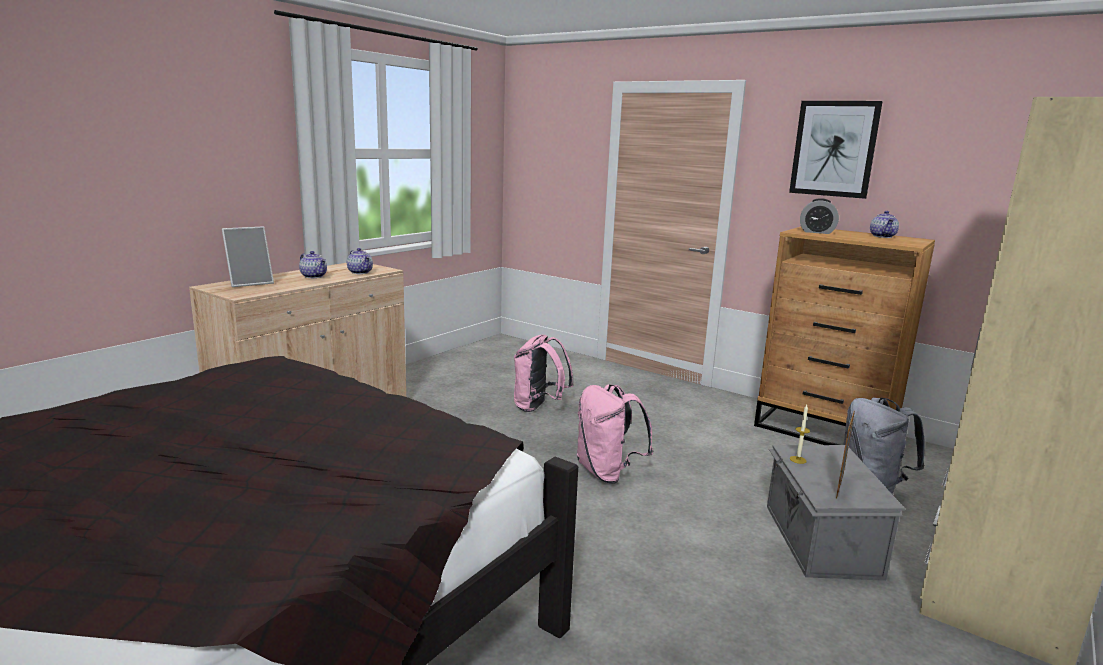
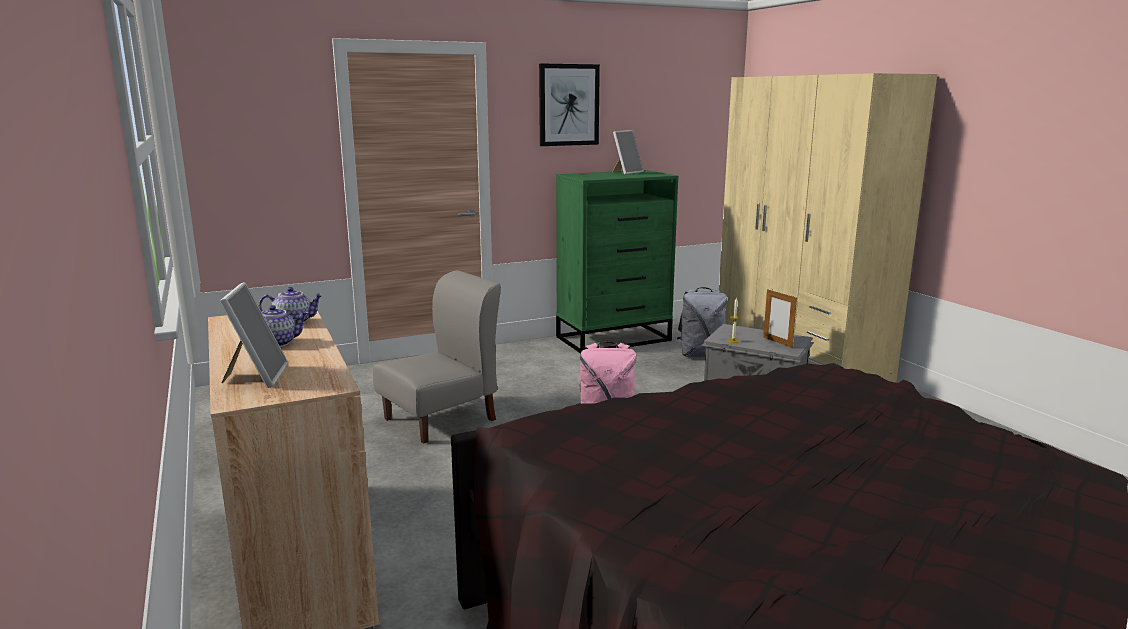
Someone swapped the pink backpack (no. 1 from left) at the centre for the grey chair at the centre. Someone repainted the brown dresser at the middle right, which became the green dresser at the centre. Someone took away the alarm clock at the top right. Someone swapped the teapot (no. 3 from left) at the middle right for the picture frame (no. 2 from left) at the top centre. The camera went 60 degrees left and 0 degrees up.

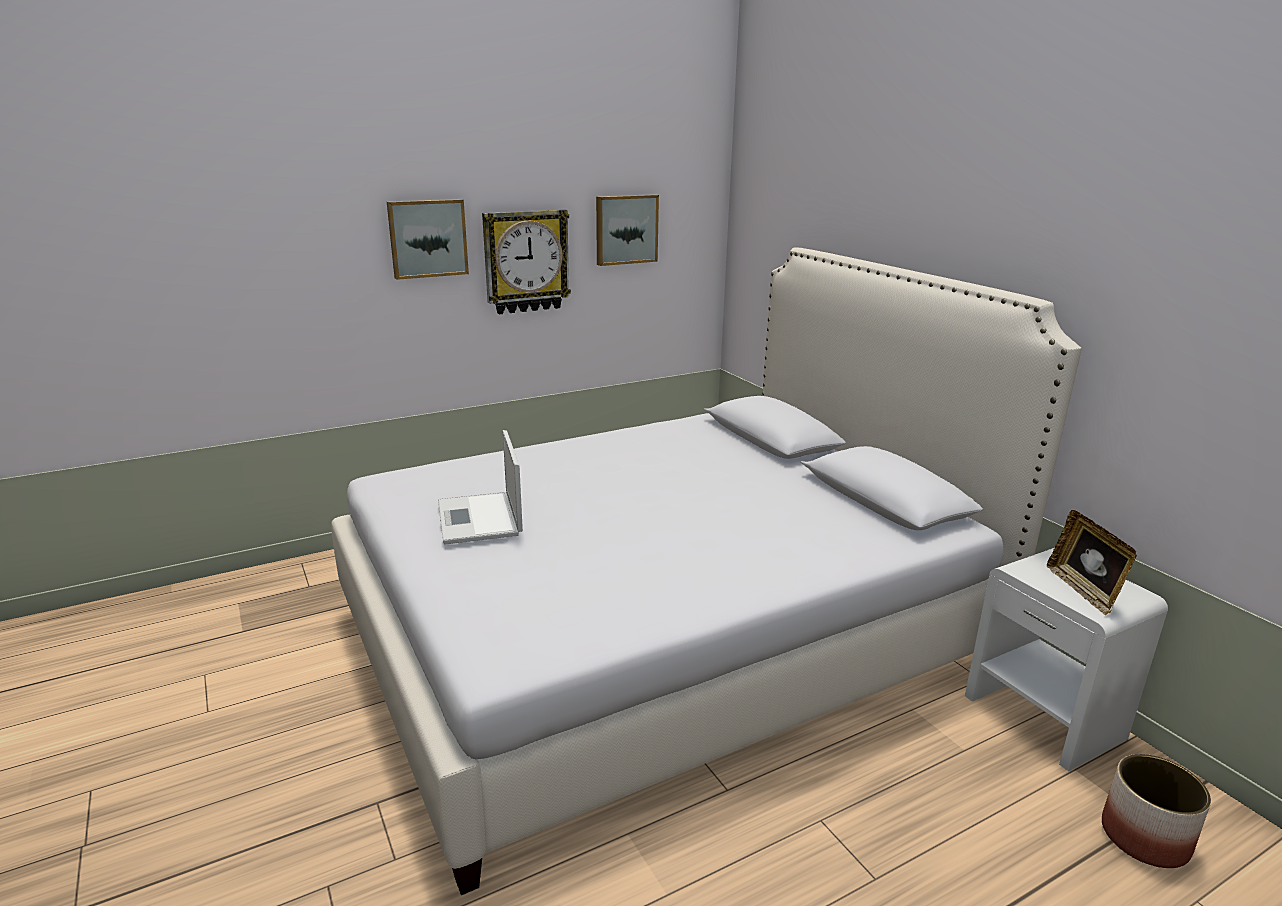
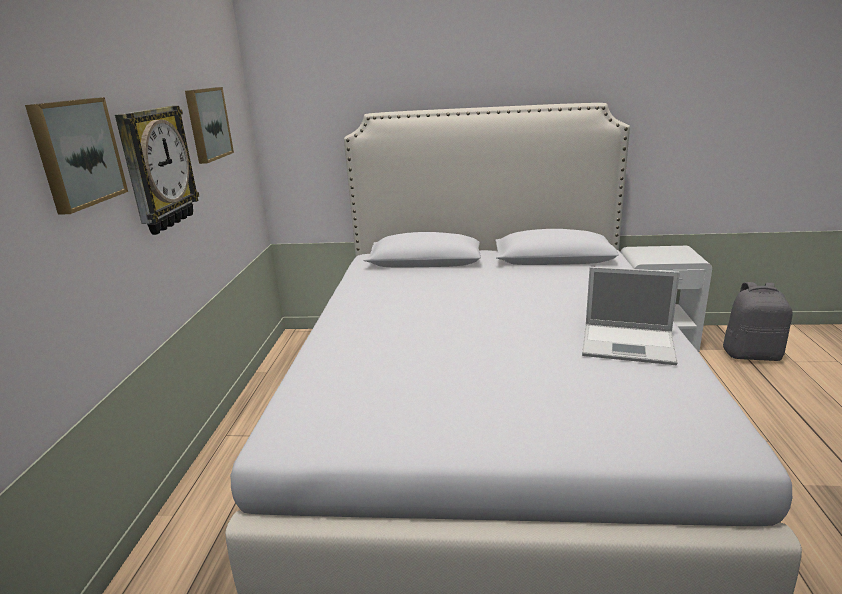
Someone carried the laptop from the centre to the middle right. Someone took away the picture frame at the middle right. Someone swapped the planter at the bottom right for the grey backpack at the middle right. The camera went 55 degrees left and 0 degrees up.

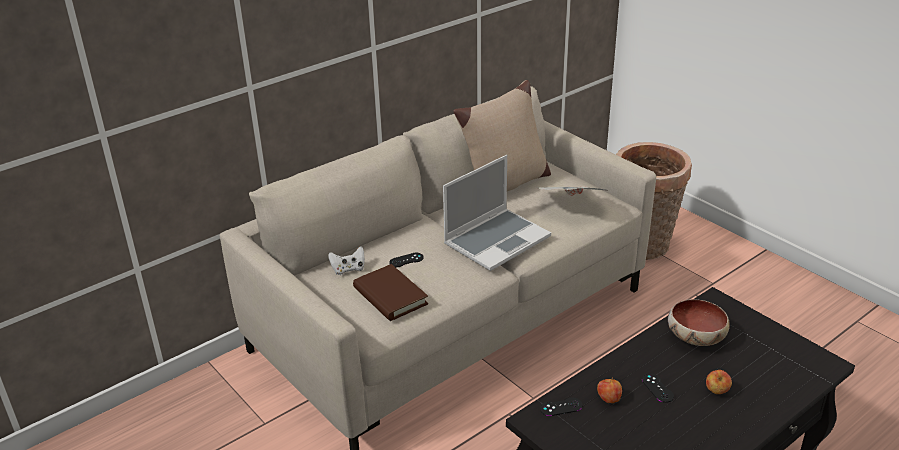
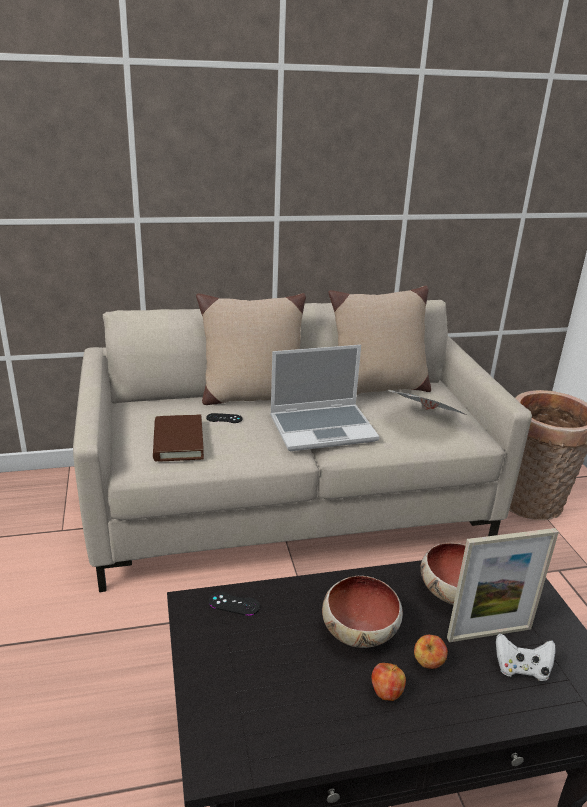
Someone carried the white game controller from the centre to the bottom right. Someone carried the apple (no. 1 from left) from the bottom right to the bottom centre. Someone swapped the black game controller (no. 3 from left) at the bottom right for the bowl (no. 1 from left) at the bottom centre. Someone put down the beige pillow (no. 1 from left) at the centre. Someone put down the picture frame at the bottom right. The camera went 25 degrees right and 5 degrees down.

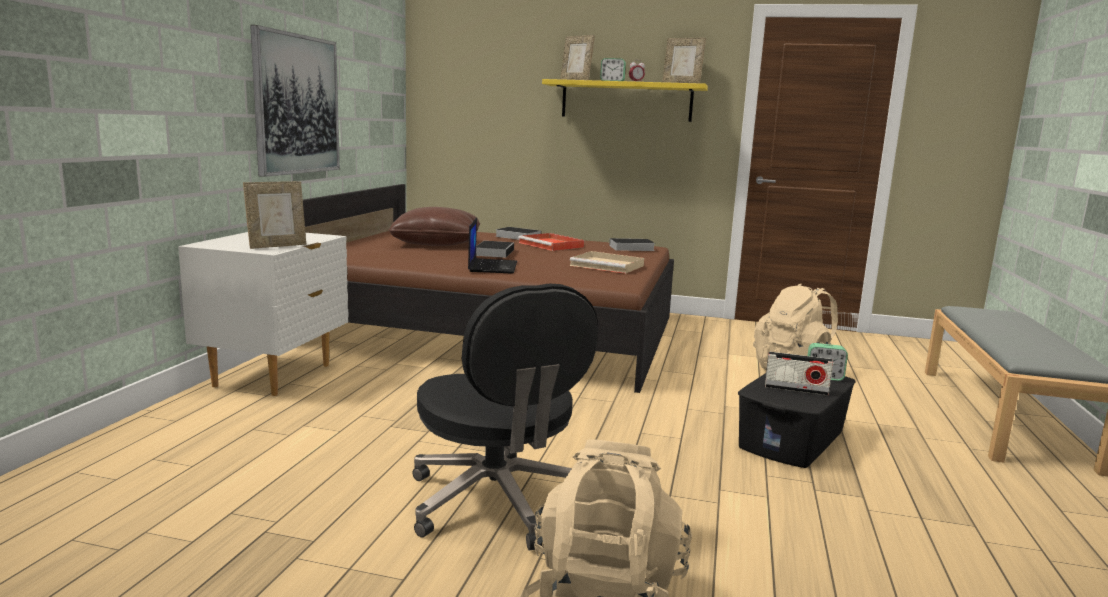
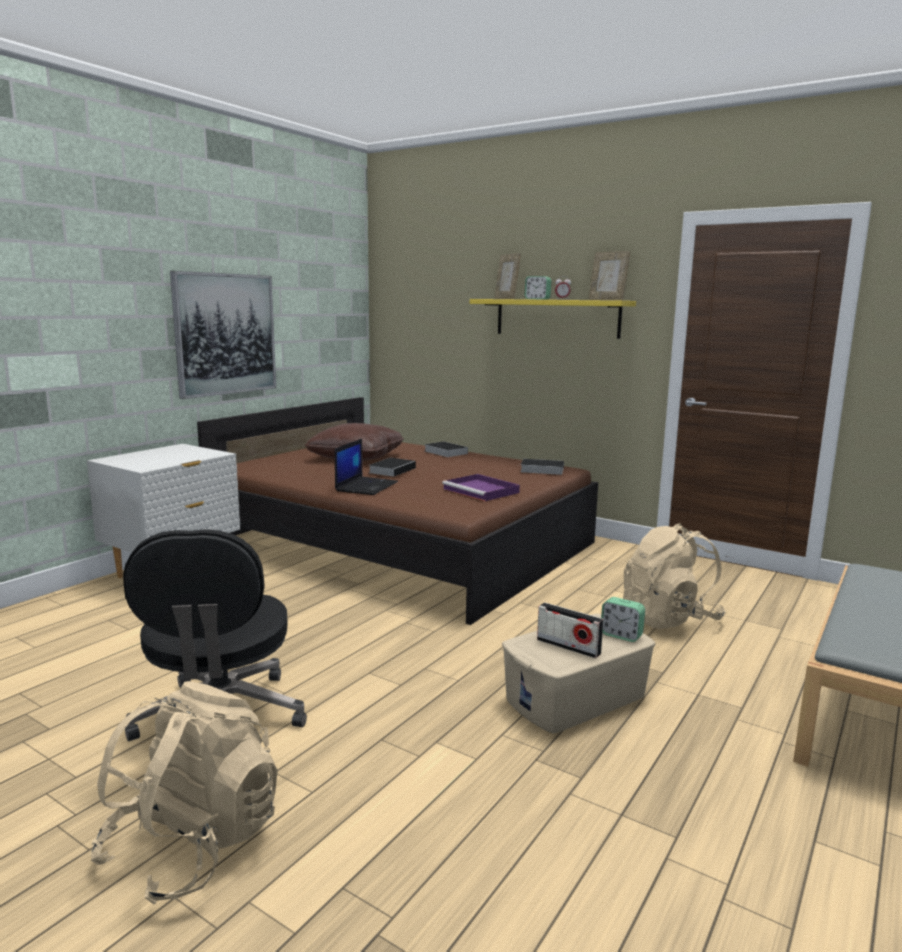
Someone took away the picture frame (no. 1 from left) at the middle left. Someone took away the red tray at the centre. Someone repainted the beige tray at the centre, which became the purple tray at the centre. Someone repainted the black storage box at the bottom right, which became the beige storage box at the bottom centre. The camera went 20 degrees right and 0 degrees up.

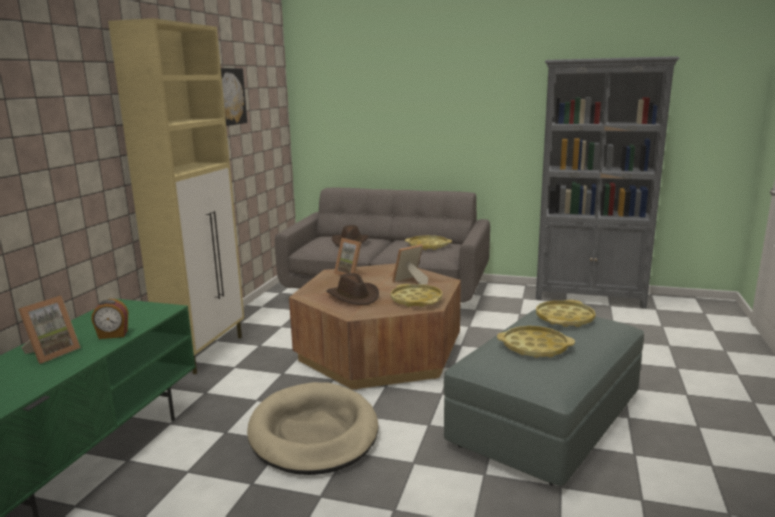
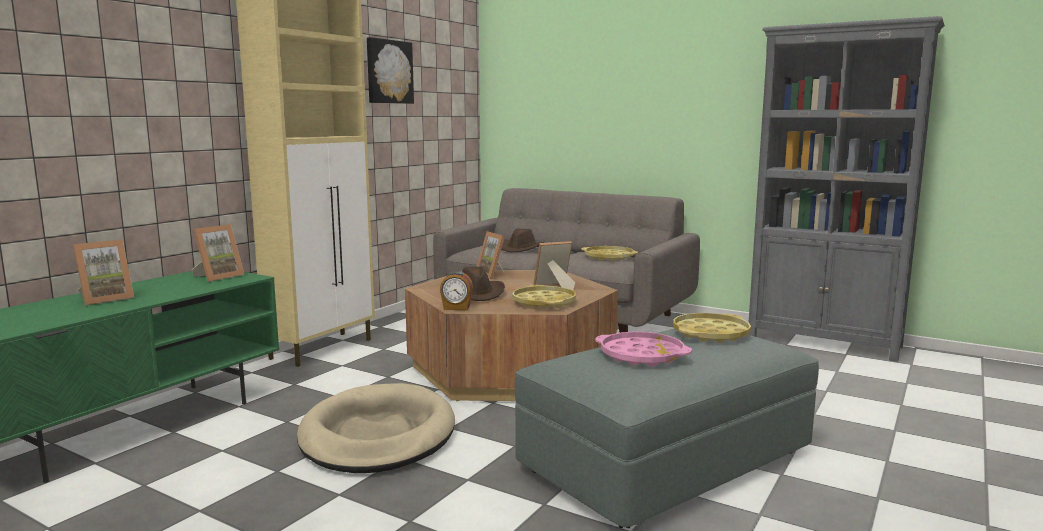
Someone carried the alarm clock from the middle left to the centre. Someone repainted the yellow tray (no. 3 from left) at the middle right, which became the pink tray at the centre. Someone put down the picture frame (no. 2 from left) at the middle left. The camera went 15 degrees right and 5 degrees down.

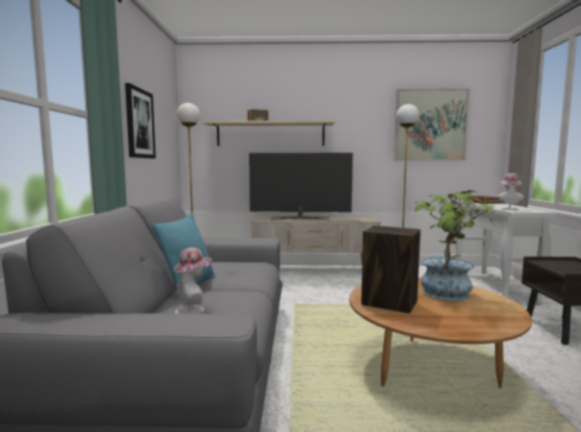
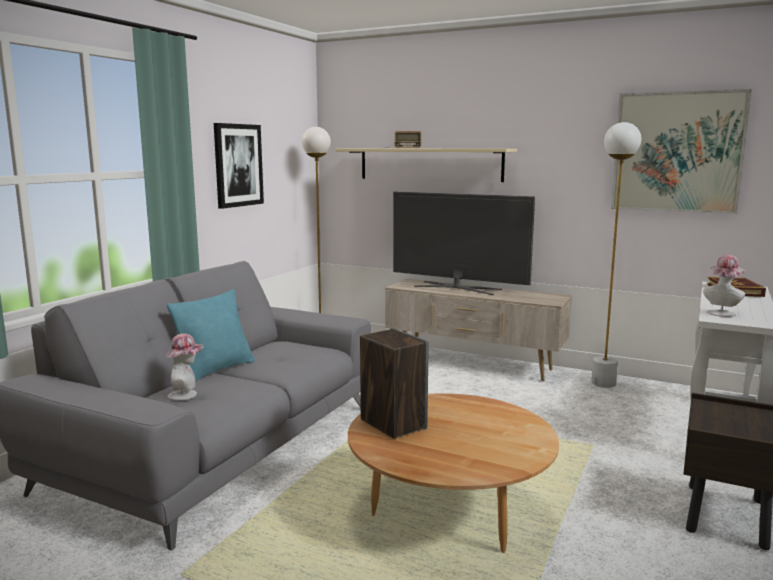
Someone took away the potted plant at the middle right. The camera went 25 degrees right and 5 degrees up.

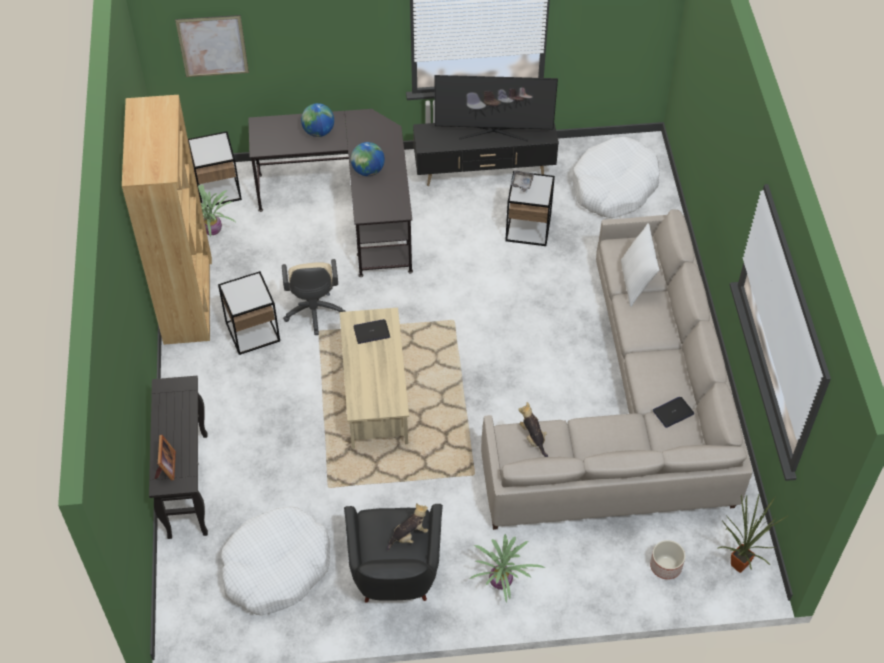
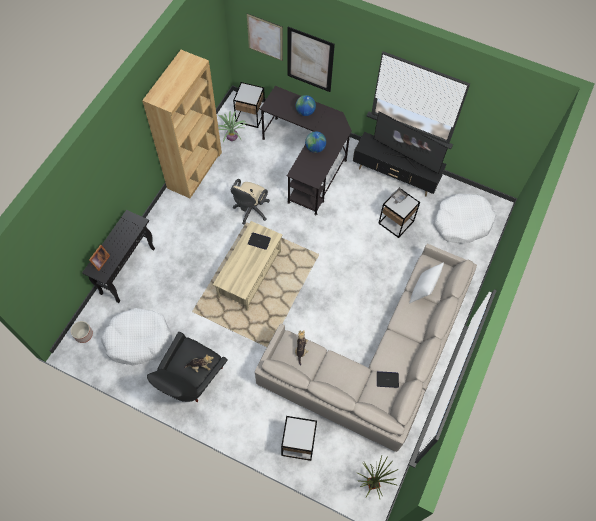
Someone carried the side table (no. 2 from left) from the middle left to the bottom centre. Someone took away the potted plant (no. 2 from left) at the bottom centre. Someone carried the planter from the bottom right to the middle left. Someone put up the picture (no. 2 from left) at the top centre. The camera went 30 degrees right and 10 degrees up.

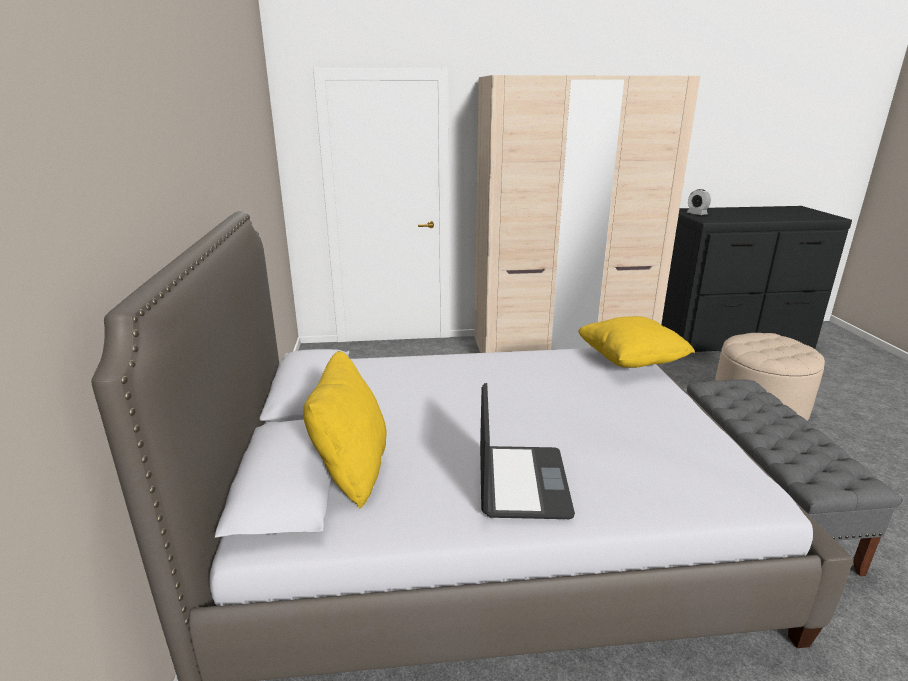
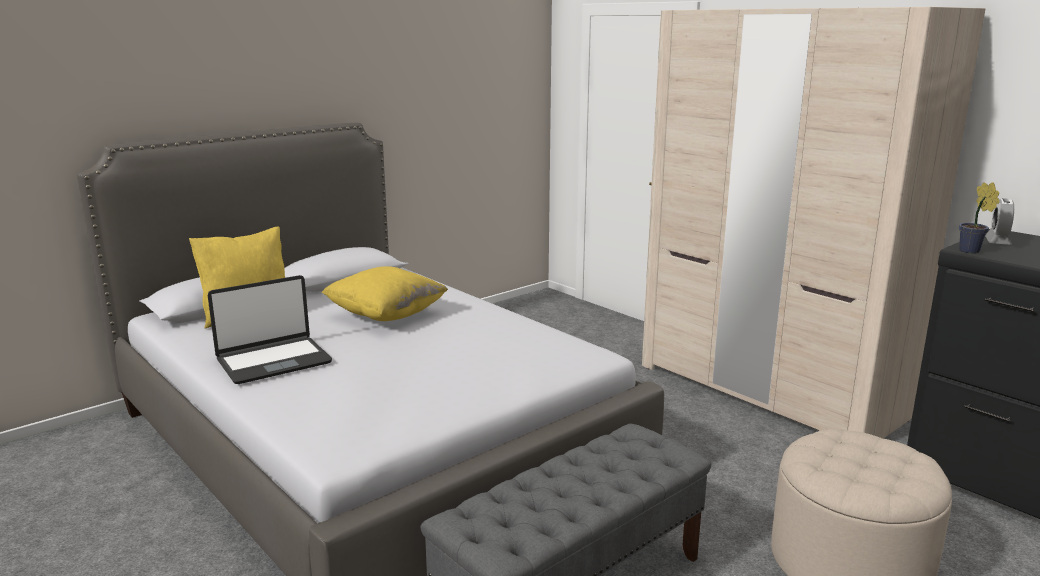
Someone carried the yellow pillow (no. 2 from left) from the middle right to the centre. Someone put down the potted plant at the middle right. The camera went 55 degrees right and 5 degrees down.

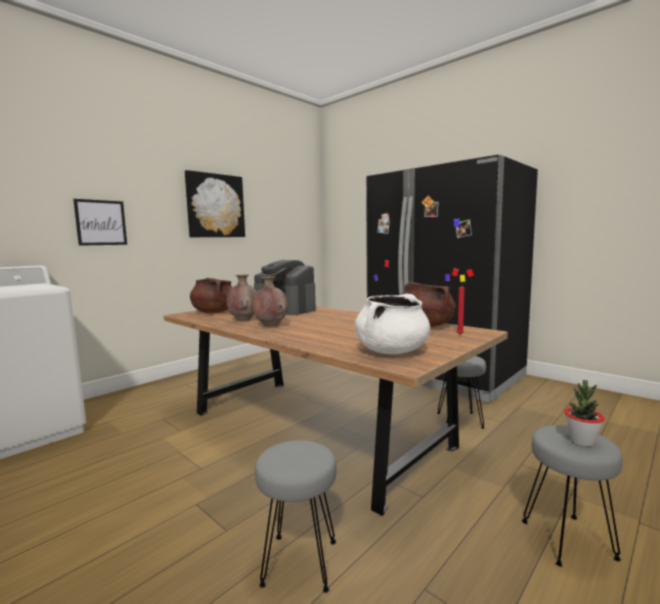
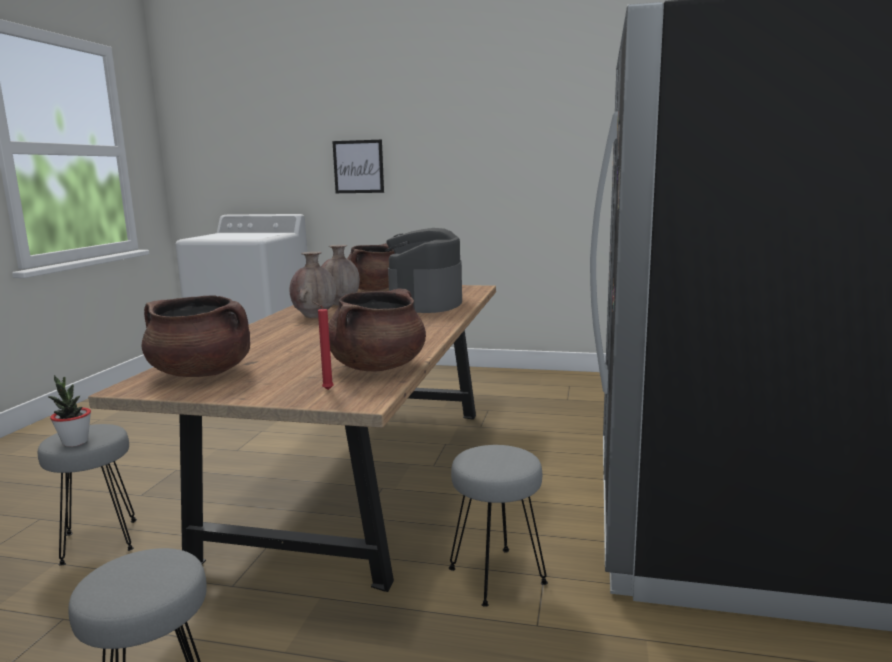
Someone took away the picture (no. 2 from left) at the middle left. Someone repainted the white cooking pot at the centre, which became the brown cooking pot (no. 1 from left) at the middle left. Someone carried the potted plant from the bottom right to the middle left. The camera went 60 degrees right and 5 degrees up.

